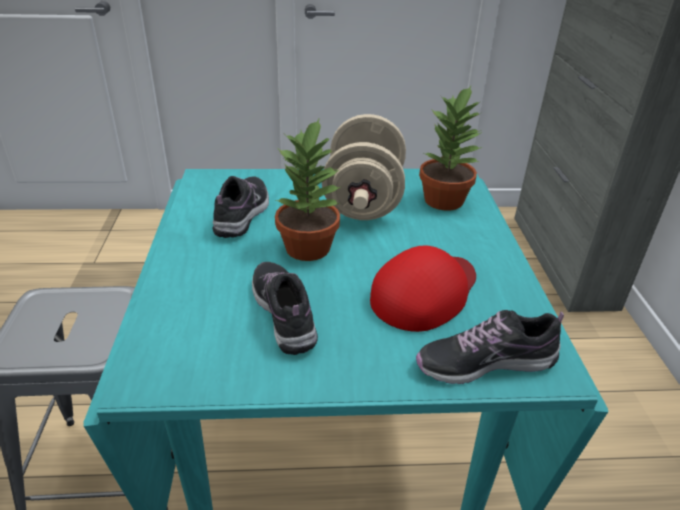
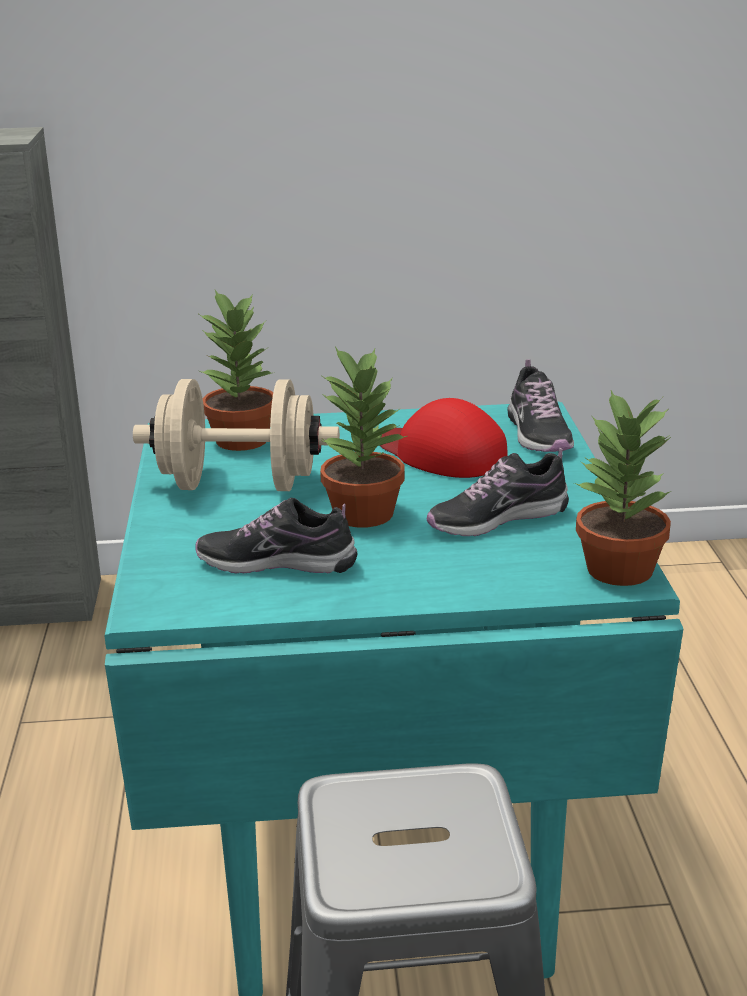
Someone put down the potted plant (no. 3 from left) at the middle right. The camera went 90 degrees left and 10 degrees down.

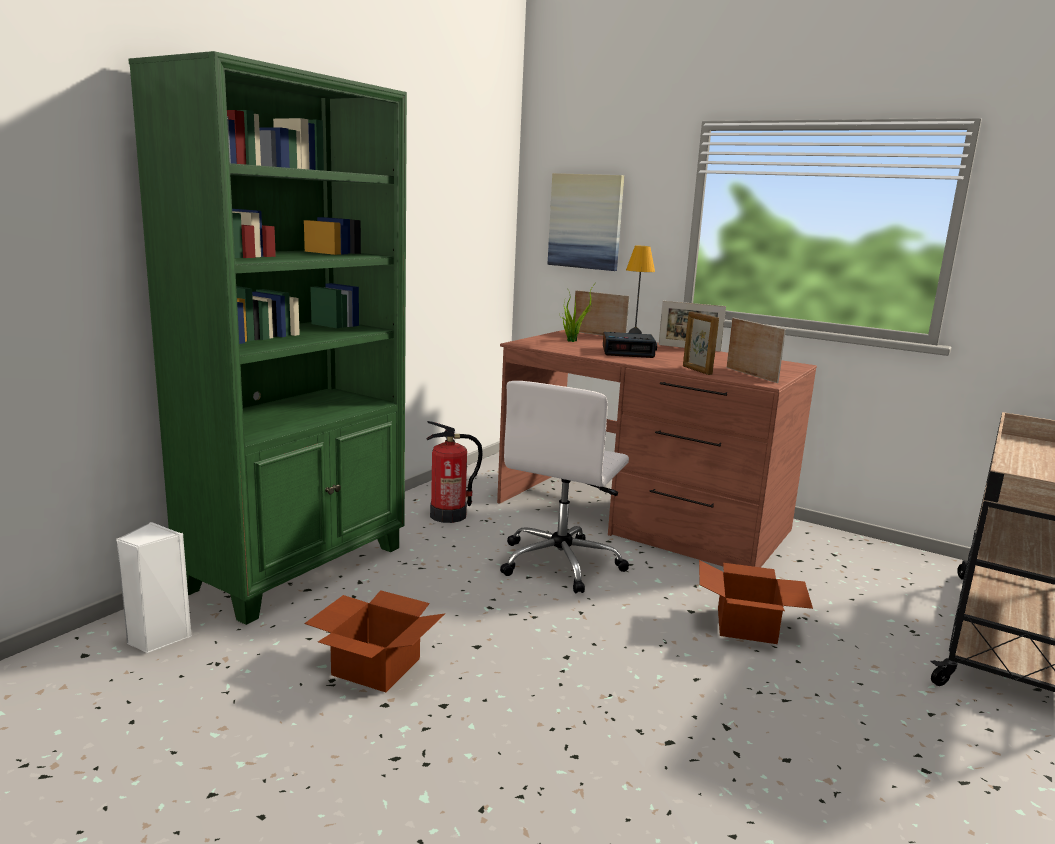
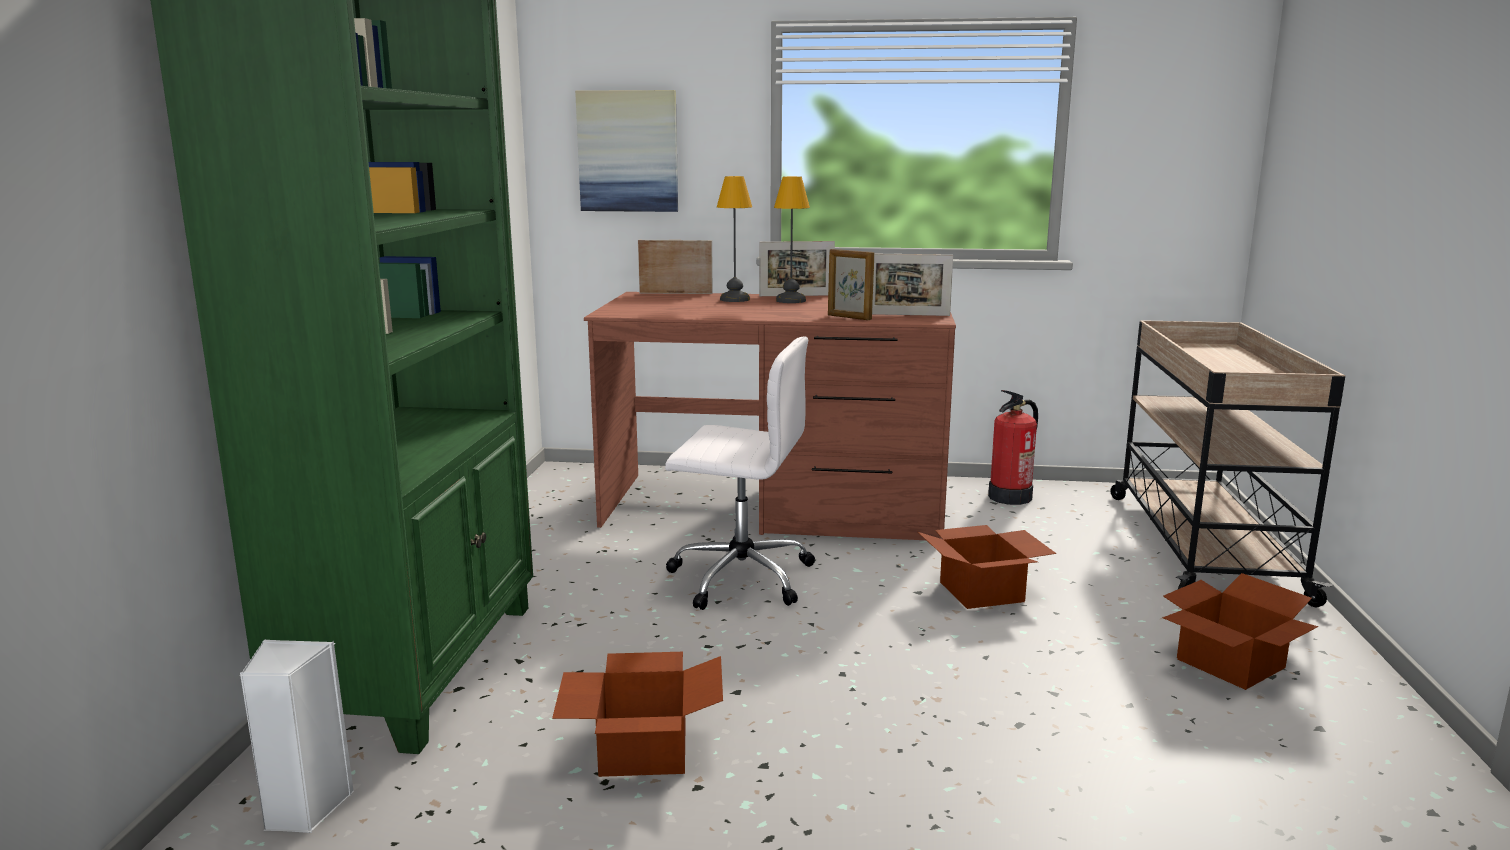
Someone carried the fire extinguisher from the centre to the middle right. Someone rotated the white office chair at the centre by 75 degrees counterclockwise. Someone took away the potted plant at the centre. Someone took away the alarm clock at the centre. Someone rotated the picture frame (no. 4 from left) at the middle right by 150 degrees clockwise. Someone put down the table lamp (no. 2 from left) at the top centre. Someone put down the cardboard box (no. 3 from left) at the bottom right. The camera went 25 degrees left and 0 degrees up.

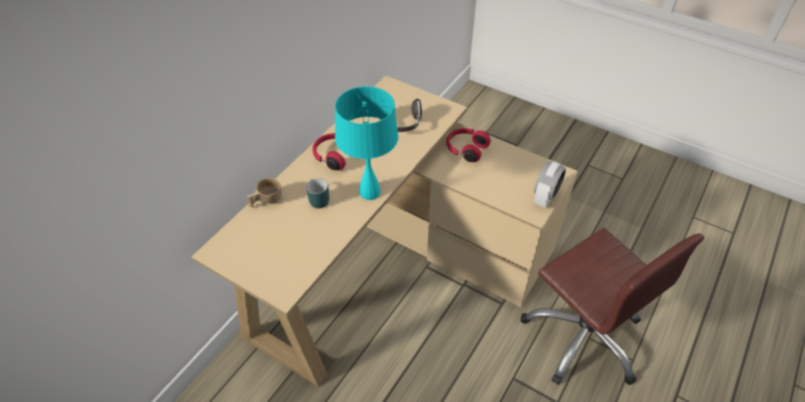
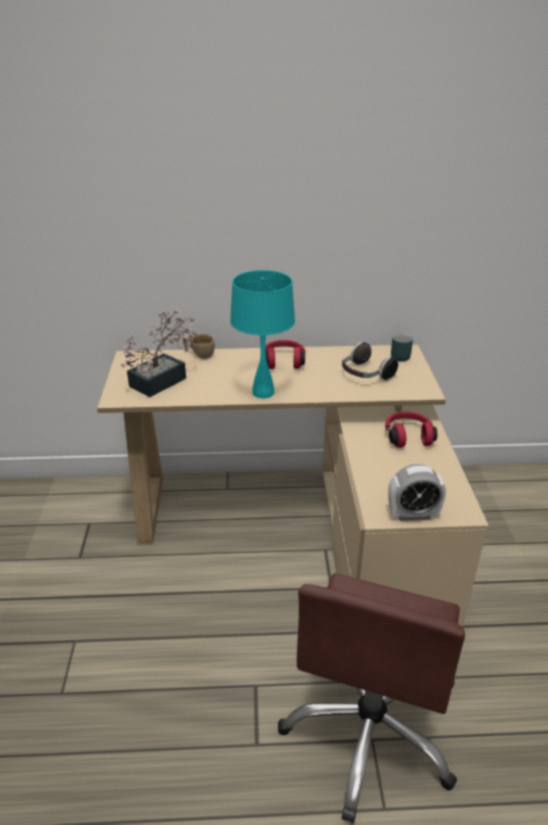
Someone carried the turquoise mug from the centre to the middle right. Someone put down the potted plant at the middle left. The camera went 55 degrees right and 15 degrees down.

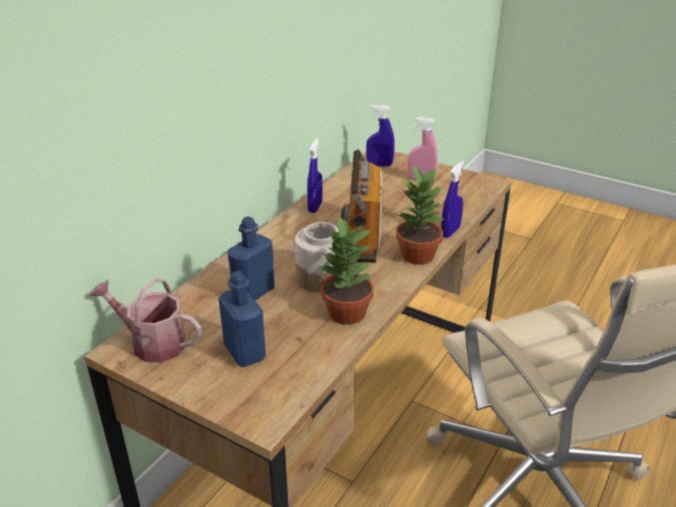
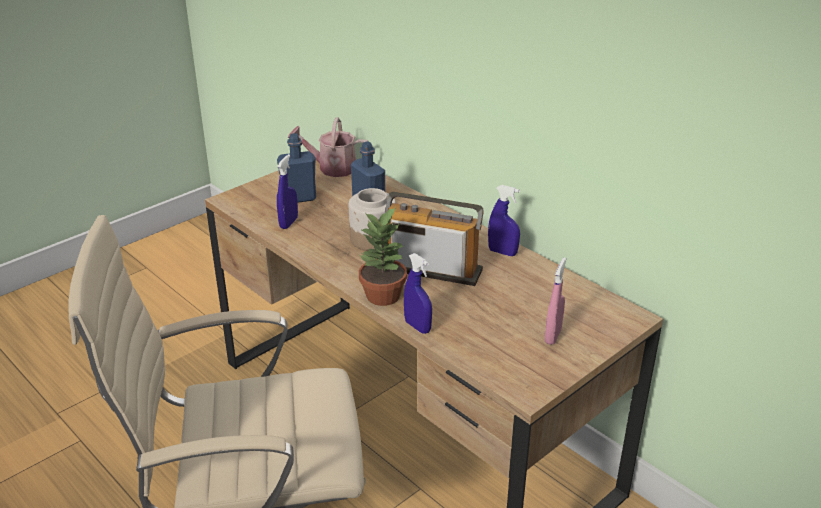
Someone rotated the watering can at the middle left by 120 degrees counterclockwise. Someone took away the potted plant (no. 1 from left) at the centre. Someone carried the blue spray bottle (no. 2 from left in the first image) from the top centre to the centre. The camera went 105 degrees right and 0 degrees up.

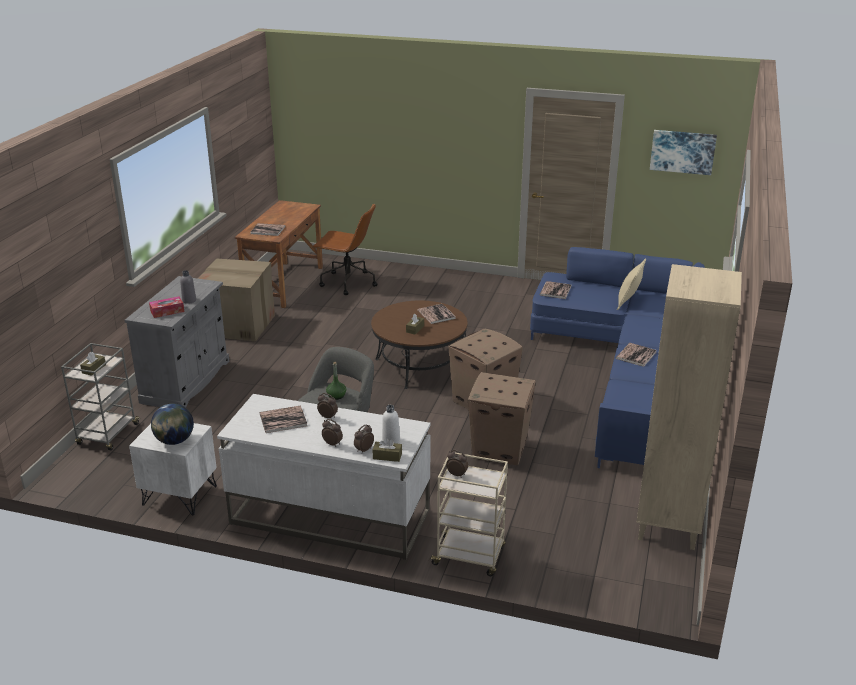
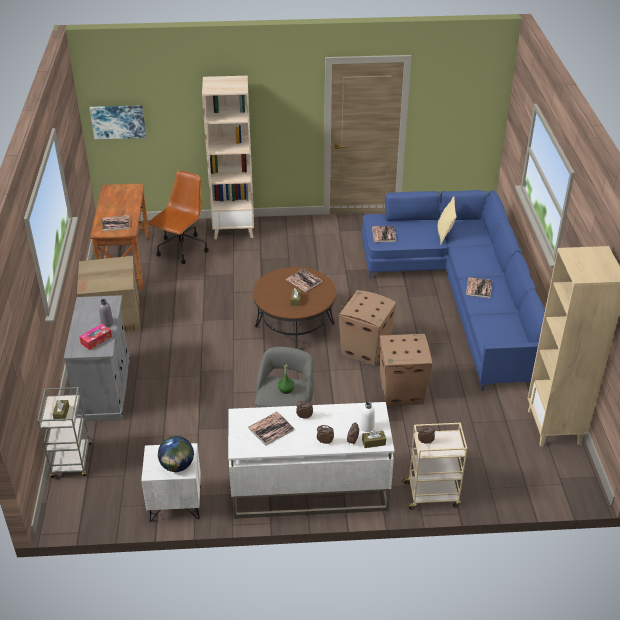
Someone rotated the brown office chair at the centre by 60 degrees counterclockwise. Someone carried the picture from the top right to the top left. Someone put down the beige bookcase (no. 1 from left) at the top centre. The camera went 20 degrees left and 10 degrees up.

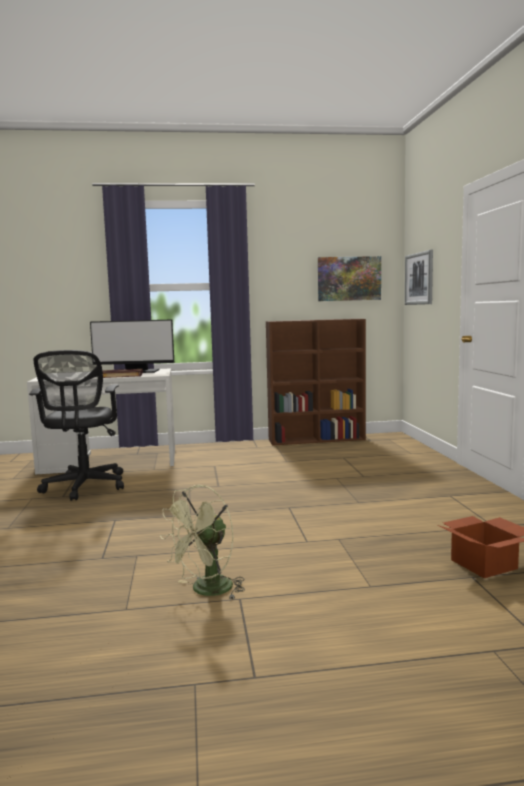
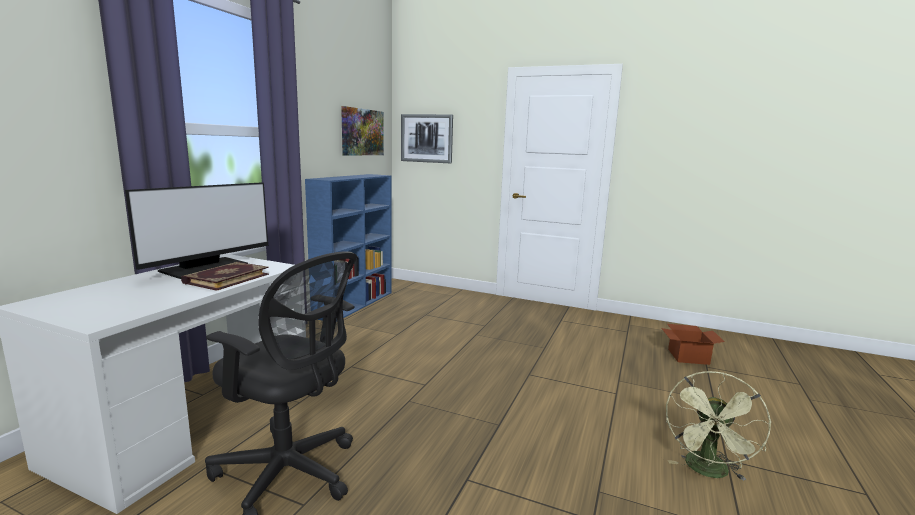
Someone rotated the green fan at the bottom centre by 45 degrees clockwise. Someone repainted the brown bookcase at the centre, which became the blue bookcase at the centre. The camera went 60 degrees left and 5 degrees up.

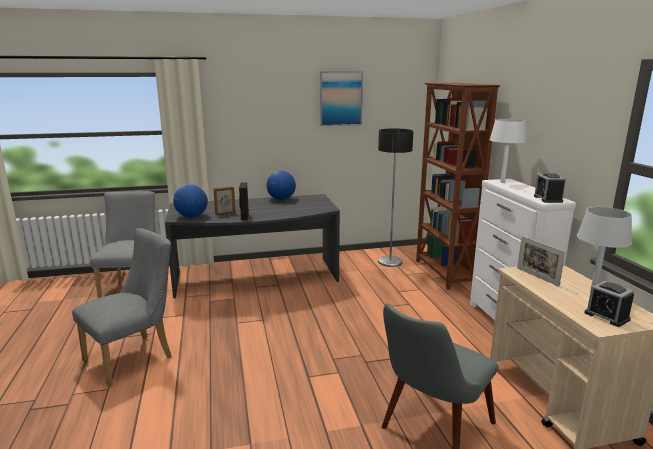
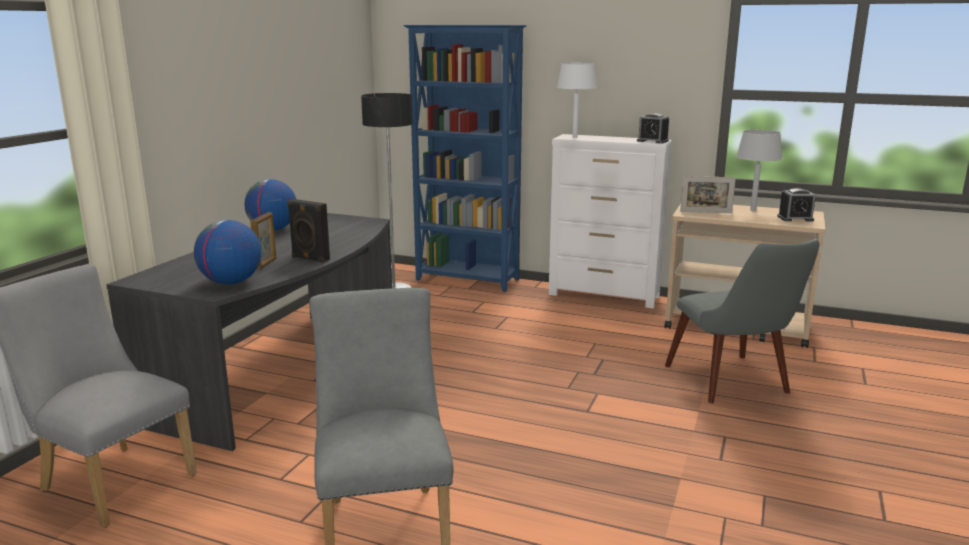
Someone took away the picture at the top centre. Someone repainted the brown bookcase at the middle right, which became the blue bookcase at the top centre. The camera went 55 degrees left and 0 degrees up.

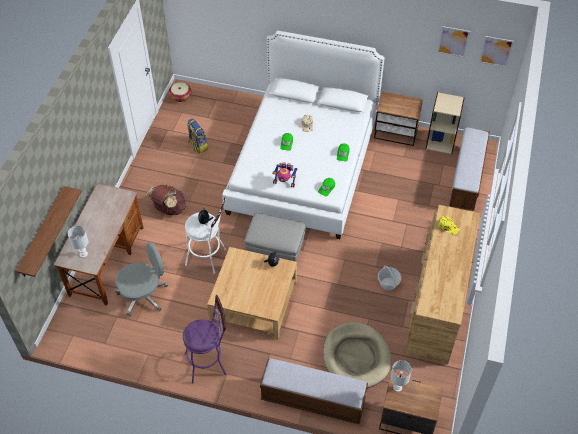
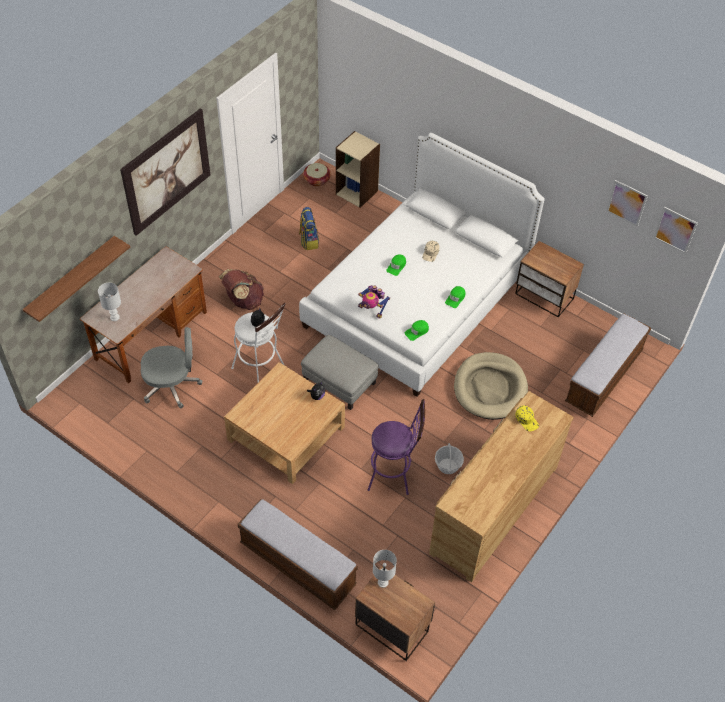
Someone carried the purple stool from the bottom centre to the centre. Someone carried the beige dog bed from the bottom centre to the middle right. Someone carried the beige bookcase from the top right to the top centre. Someone put up the picture (no. 1 from left) at the top left. The camera went 20 degrees right and 0 degrees up.

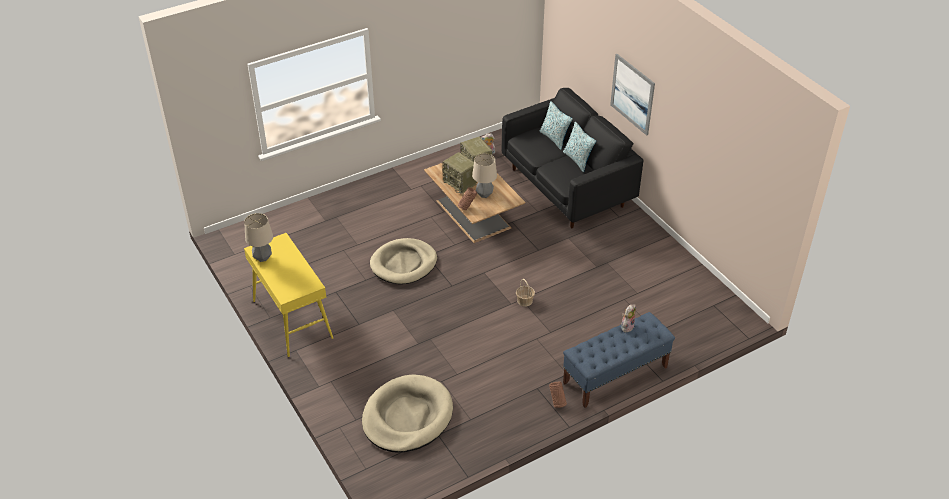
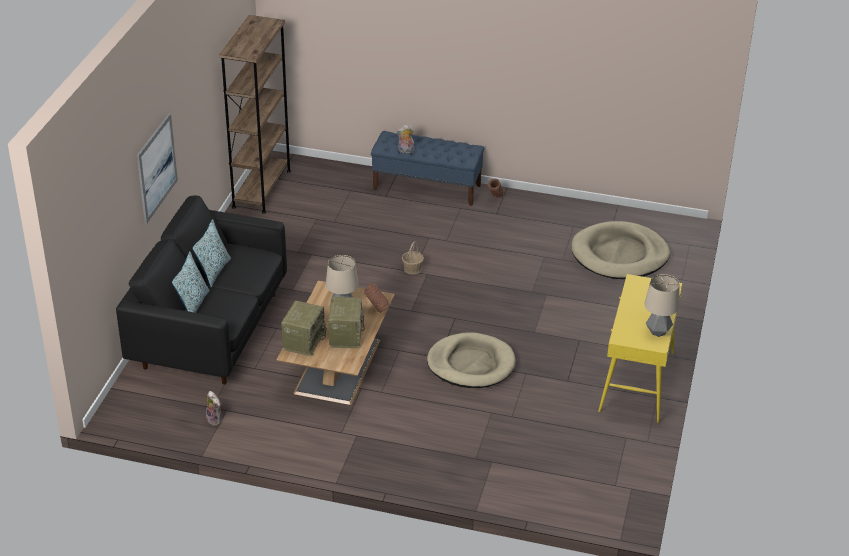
Someone put down the brown bookcase at the top left. The camera went 135 degrees left and 5 degrees down.

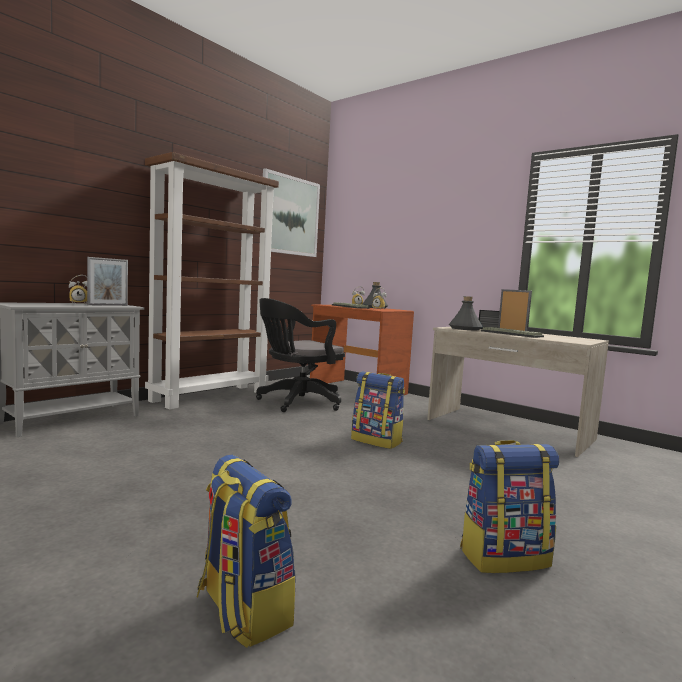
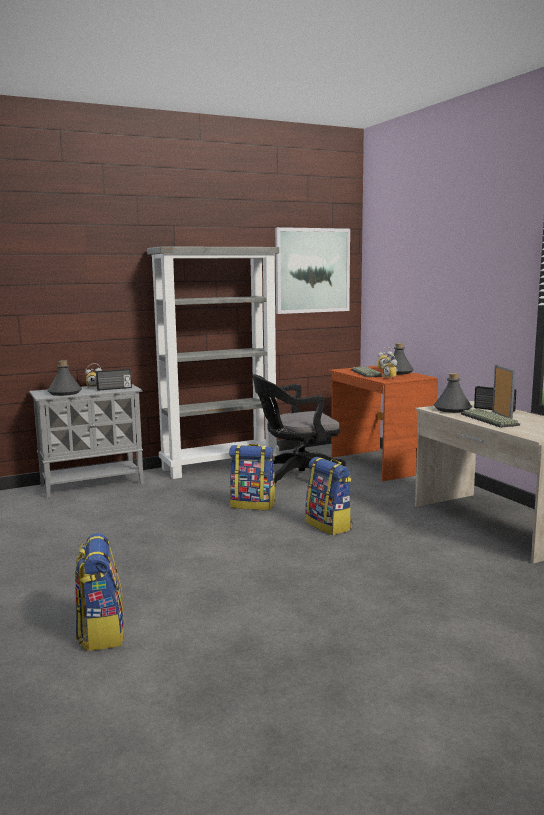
Someone swapped the picture frame (no. 1 from left) at the middle left for the radio (no. 1 from left) at the middle left. Someone repainted the brown bookcase at the middle left, which became the grey bookcase at the centre. Someone carried the backpack (no. 3 from left in the first image) from the bottom right to the centre. Someone put down the grey bottle (no. 1 from left) at the middle left. The camera went 25 degrees right and 5 degrees up.

